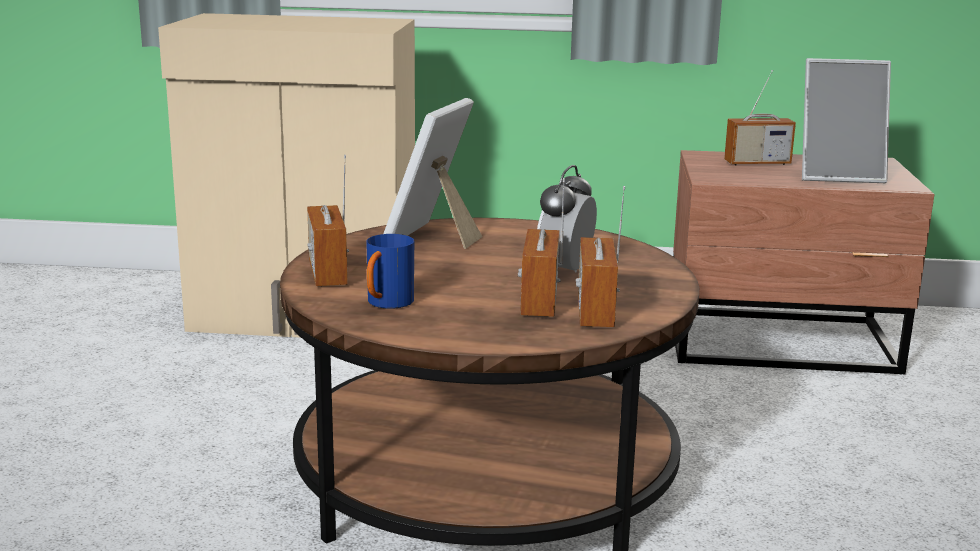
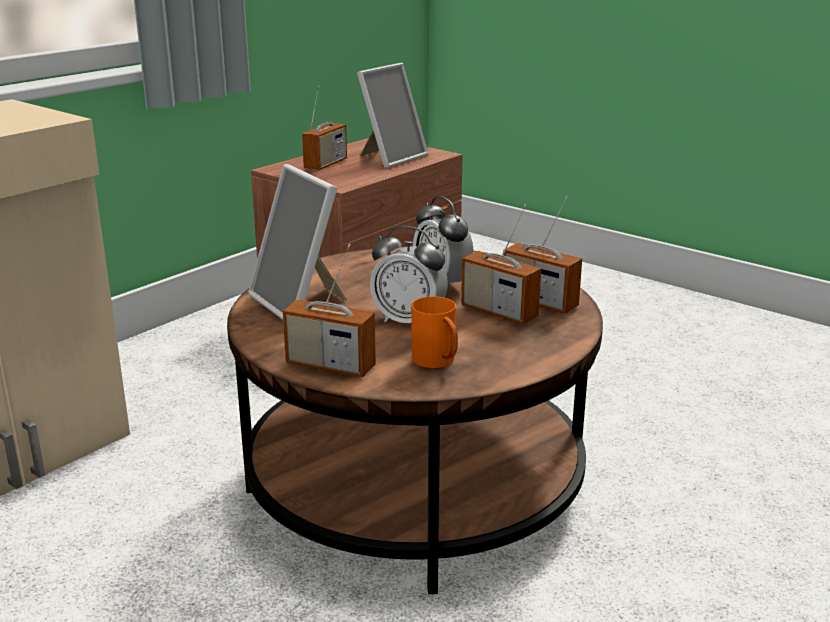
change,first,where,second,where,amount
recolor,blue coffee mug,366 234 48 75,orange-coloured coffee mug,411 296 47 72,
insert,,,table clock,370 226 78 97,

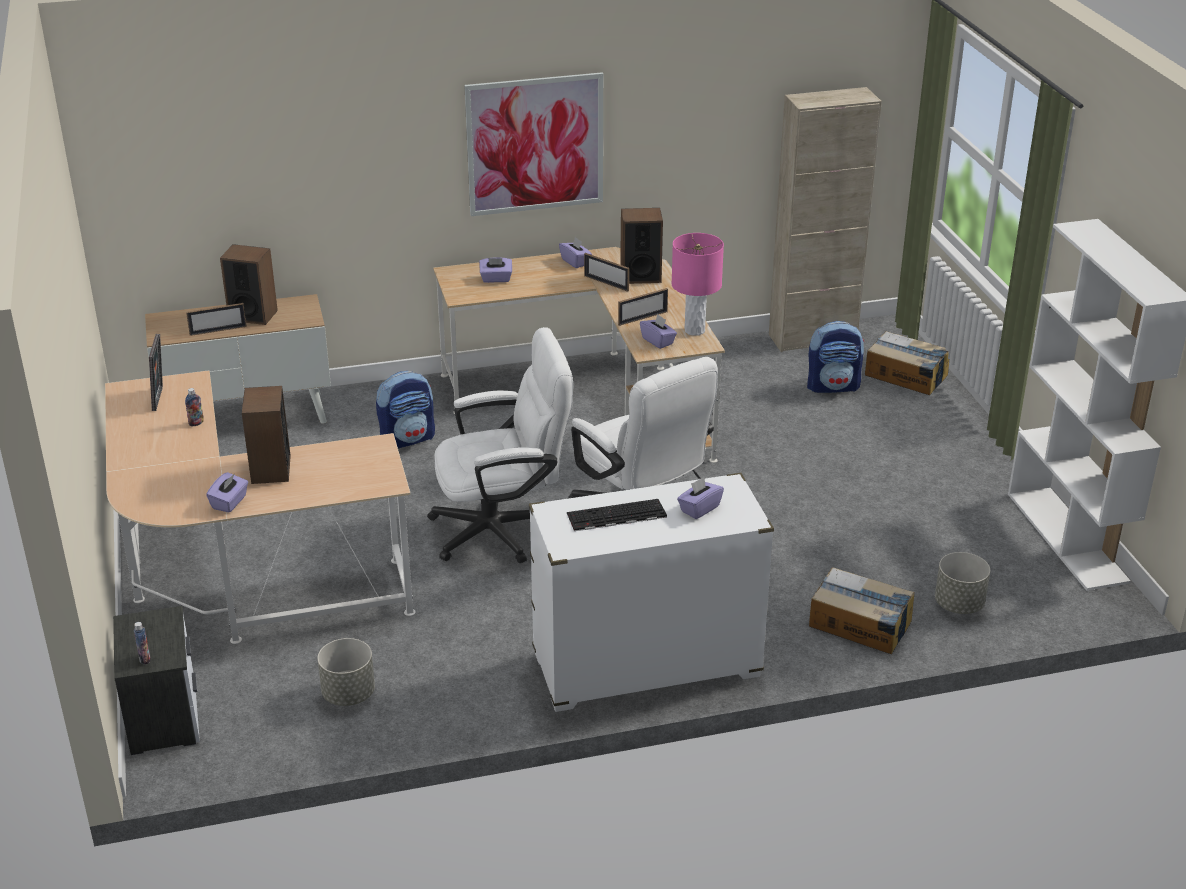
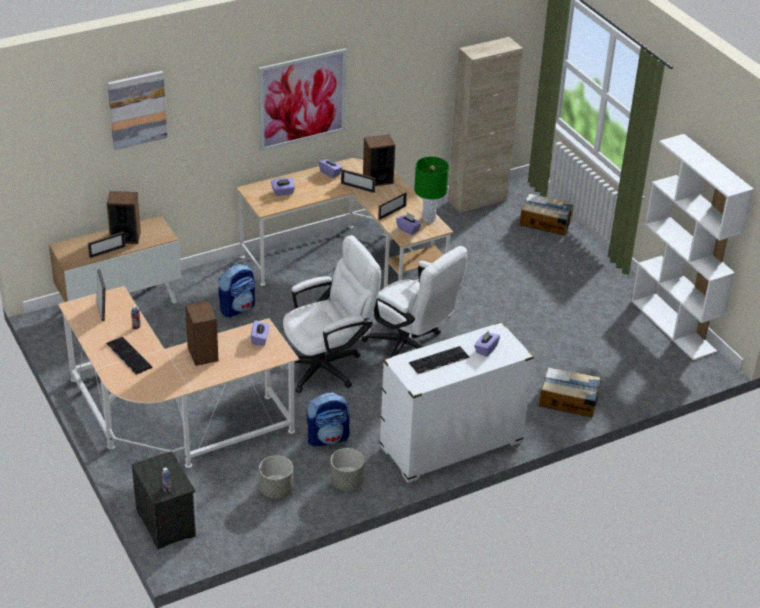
change,first,where,second,where,amount
move,purple box of tissues,206 472 42 41,,251 320 19 25,
recolor,pink-coloured lamp for a table,671 233 53 103,greenish lamp for a table,414 157 35 66,
move,backpack,807 321 57 72,,307 392 43 55,
move,greyish plant pot,935 552 55 62,,330 448 34 43,
insert,,,PC keyboard,107 337 46 38,
insert,,,wall art,108 71 60 79,

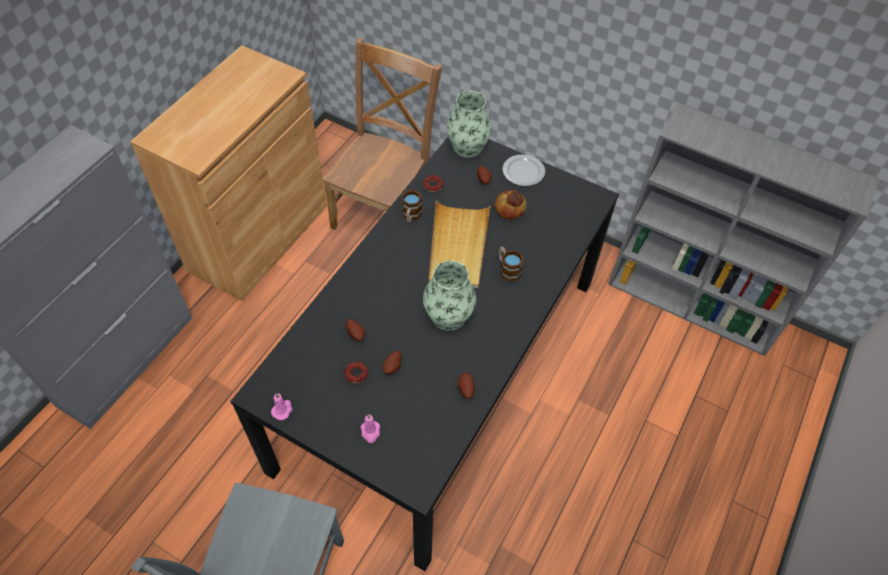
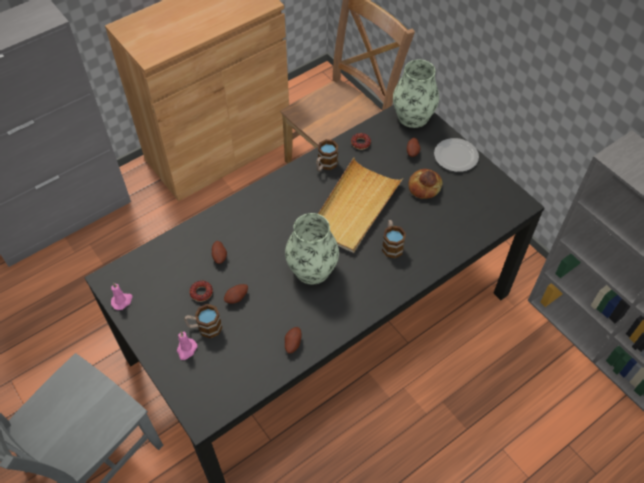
change,first,where,second,where,amount
insert,,,coffee mug,184 304 38 34,

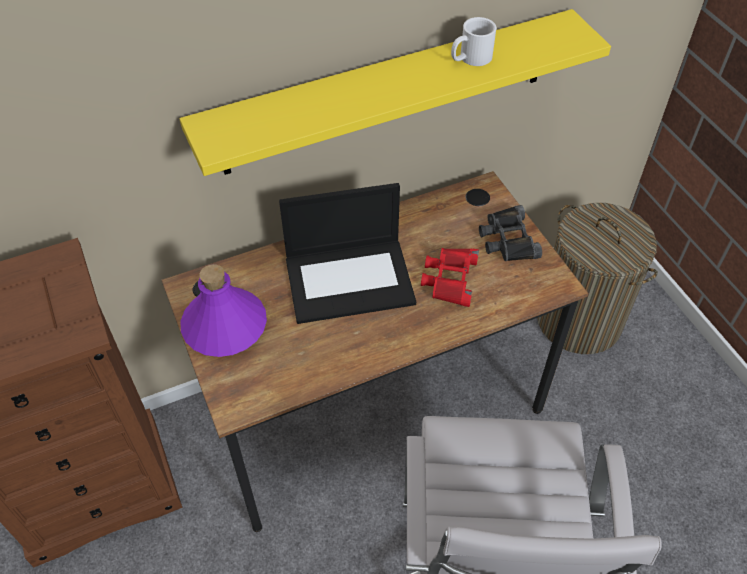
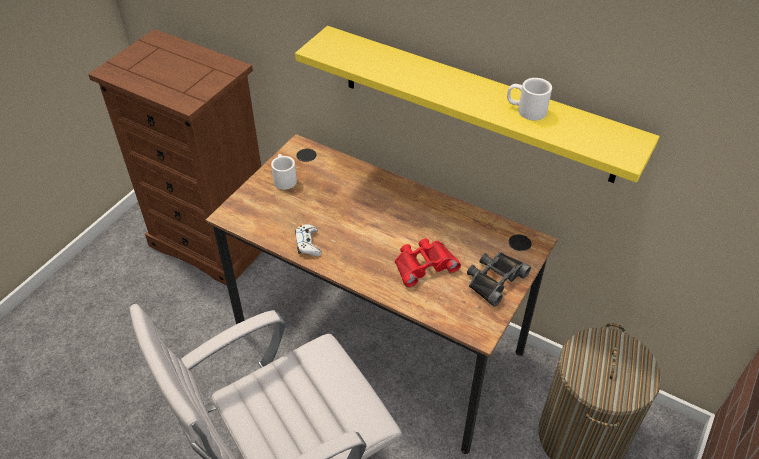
change,first,where,second,where,amount
replace,purple bottle,181 264 86 93,whitish coffee mug,271 154 26 36,
delete,notebook computer,279 183 137 141,,,
insert,,,whitish joypad,295 224 27 32,

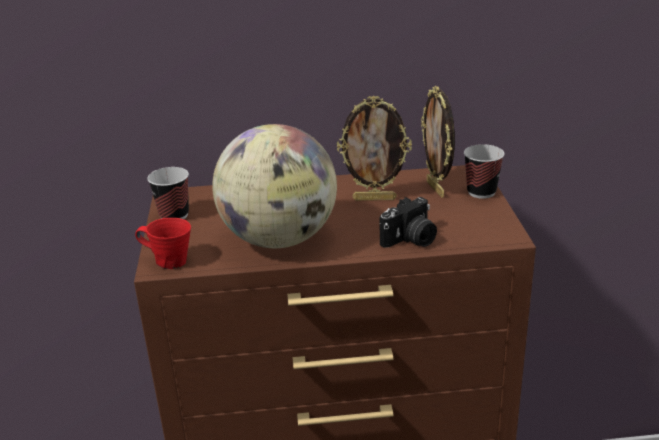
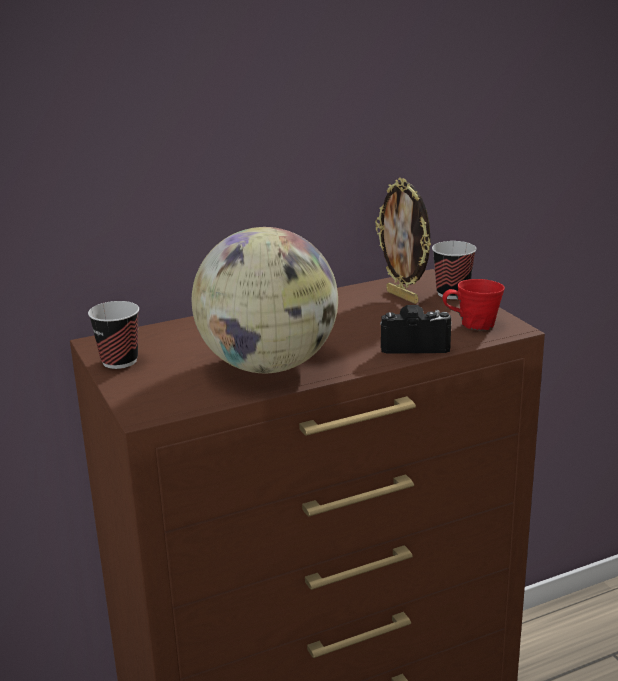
change,first,where,second,where,amount
move,reddish coffee mug,135 218 56 51,,443 279 62 51,
delete,standing frame,337 95 75 106,,,
rotate,still camera,379 197 58 51,,380 305 72 49,120 degrees counterclockwise

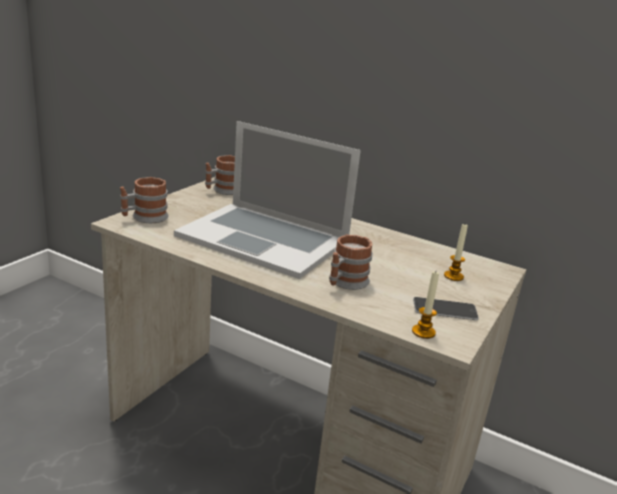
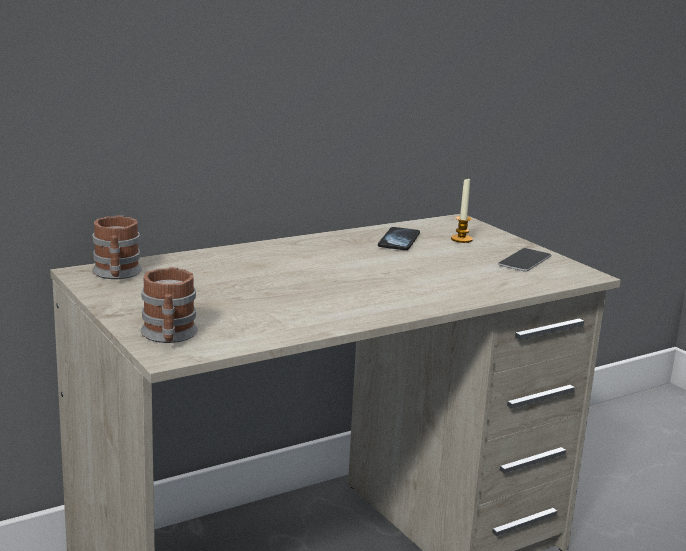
change,first,where,second,where,amount
delete,notebook computer,174 121 187 158,,,
delete,coffee mug,329 234 44 56,,,
delete,wax light,412 272 27 67,,,
insert,,,phone,378 227 42 23,

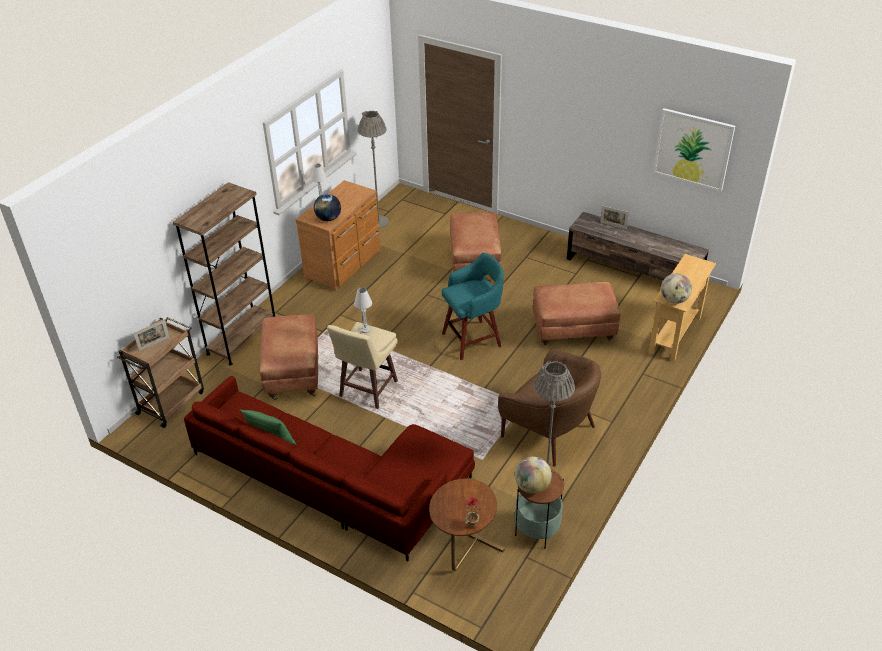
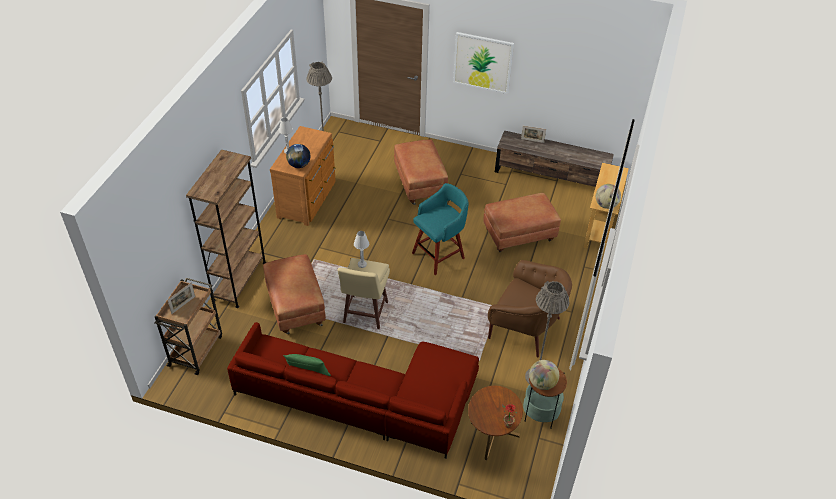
change,first,where,second,where,amount
move,wall art,653 108 82 83,,453 32 61 62,

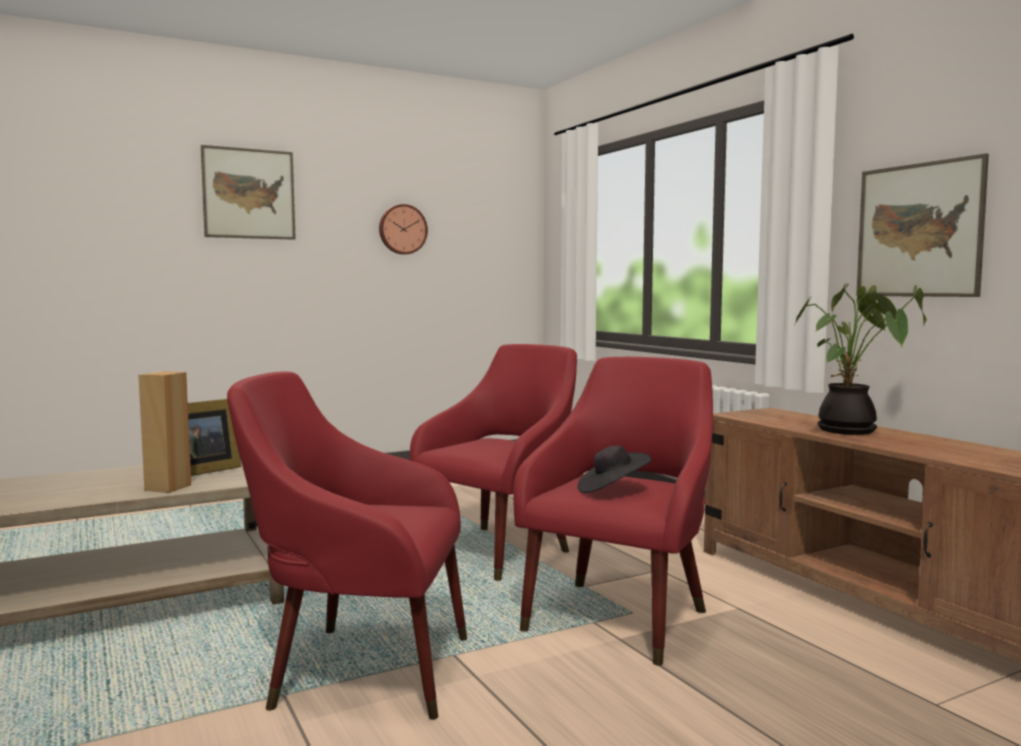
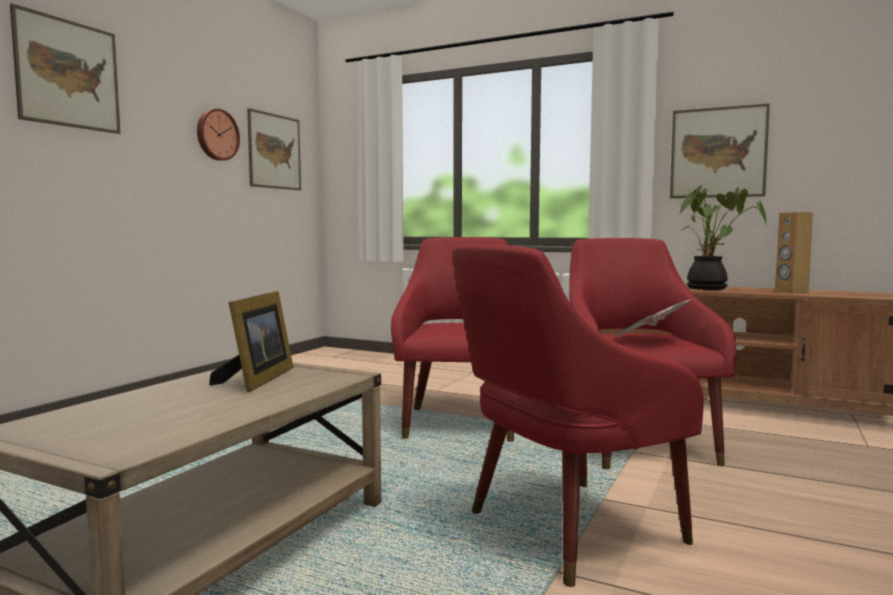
change,first,where,second,where,amount
move,brownish loudspeaker,139 371 52 122,,775 212 38 82,
replace,blackish clothing hat,578 445 74 48,printed paper,614 299 77 37,
insert,,,wall art,247 108 54 82,

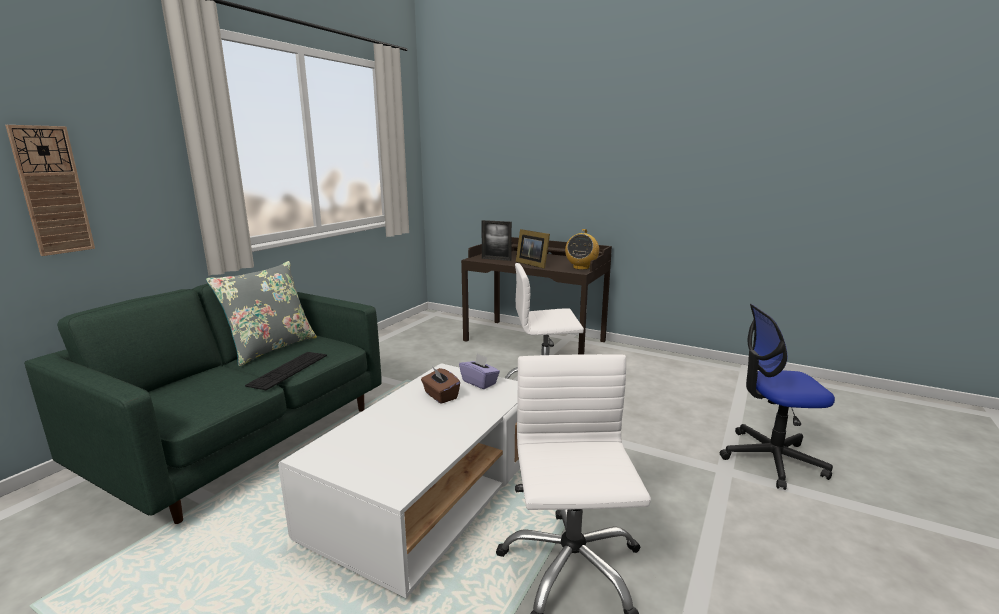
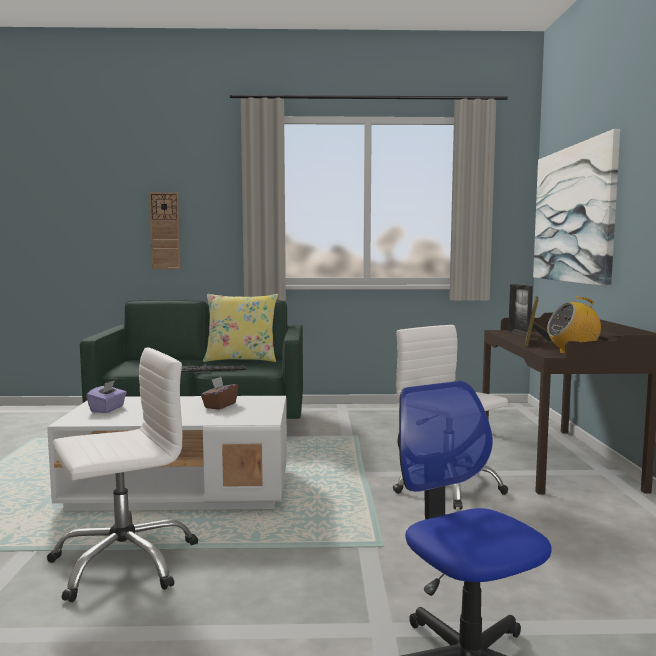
change,first,where,second,where,amount
recolor,greyish cushion,206 261 111 105,yellow cushion,203 294 75 68,
move,purple box of tissues,459 353 41 36,,86 380 41 33,
insert,,,wall art,533 129 87 157,

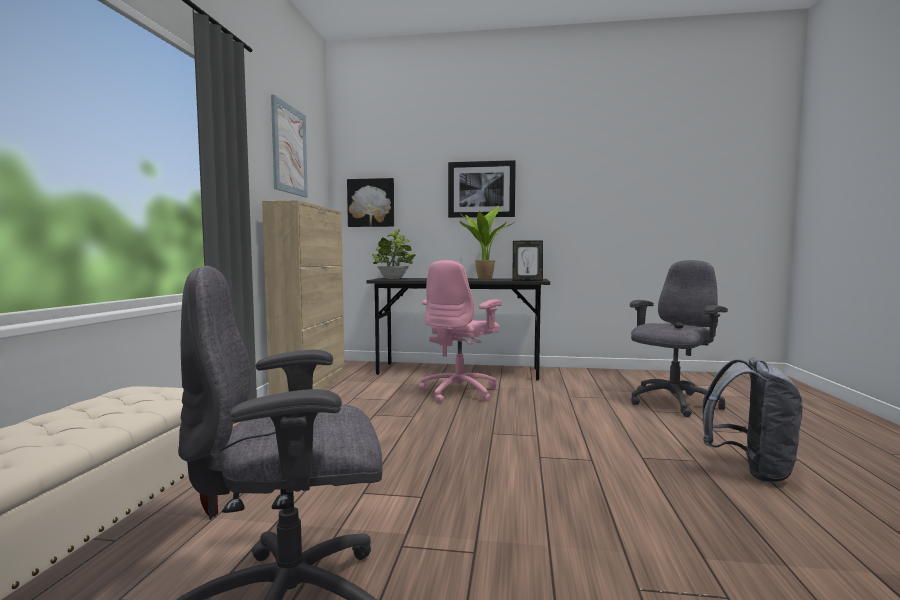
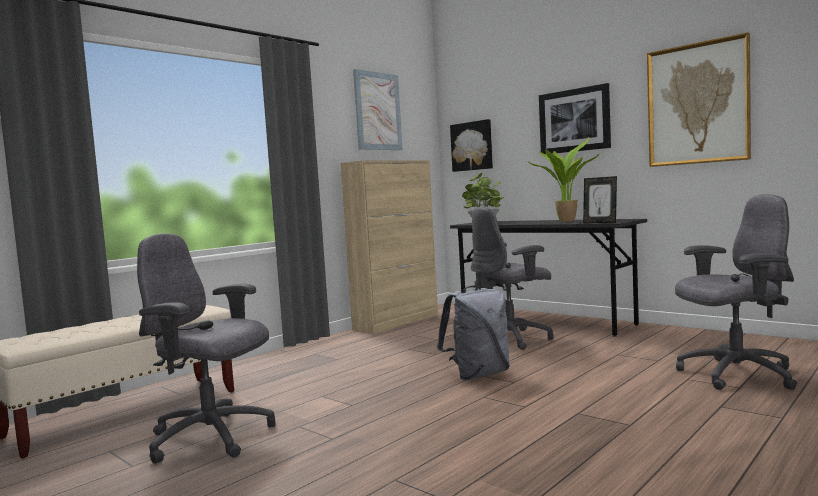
change,first,where,second,where,amount
recolor,pink-coloured desk chair,419 260 83 143,greyish desk chair,471 206 82 144,
move,greyish backpack,702 357 100 125,,437 285 73 95,
insert,,,wall art,647 32 104 135,

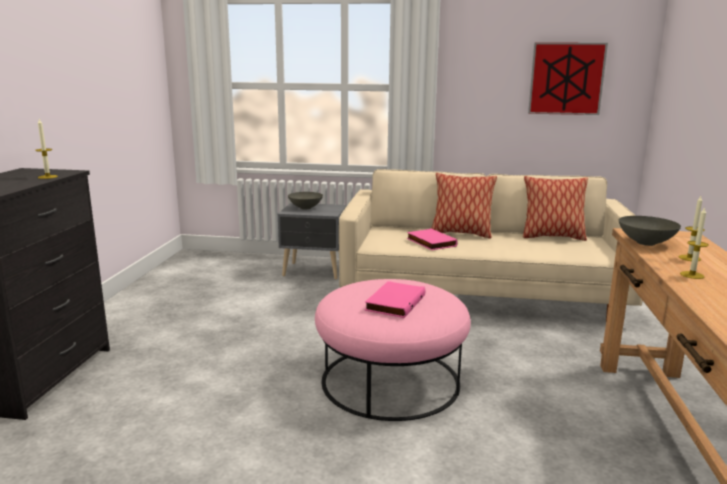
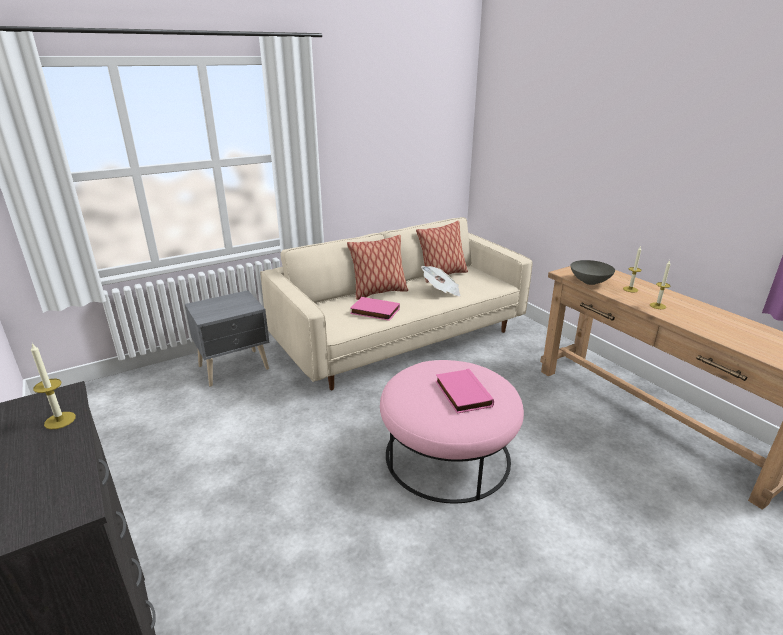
change,first,where,second,where,amount
delete,greyish deep dish,288 192 35 17,,,
delete,wall art,528 42 80 73,,,
insert,,,printed paper,421 266 39 30,

